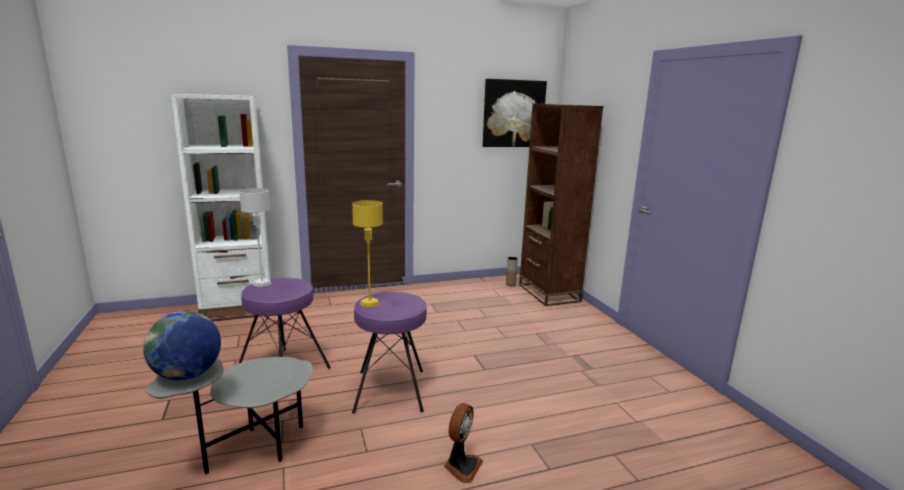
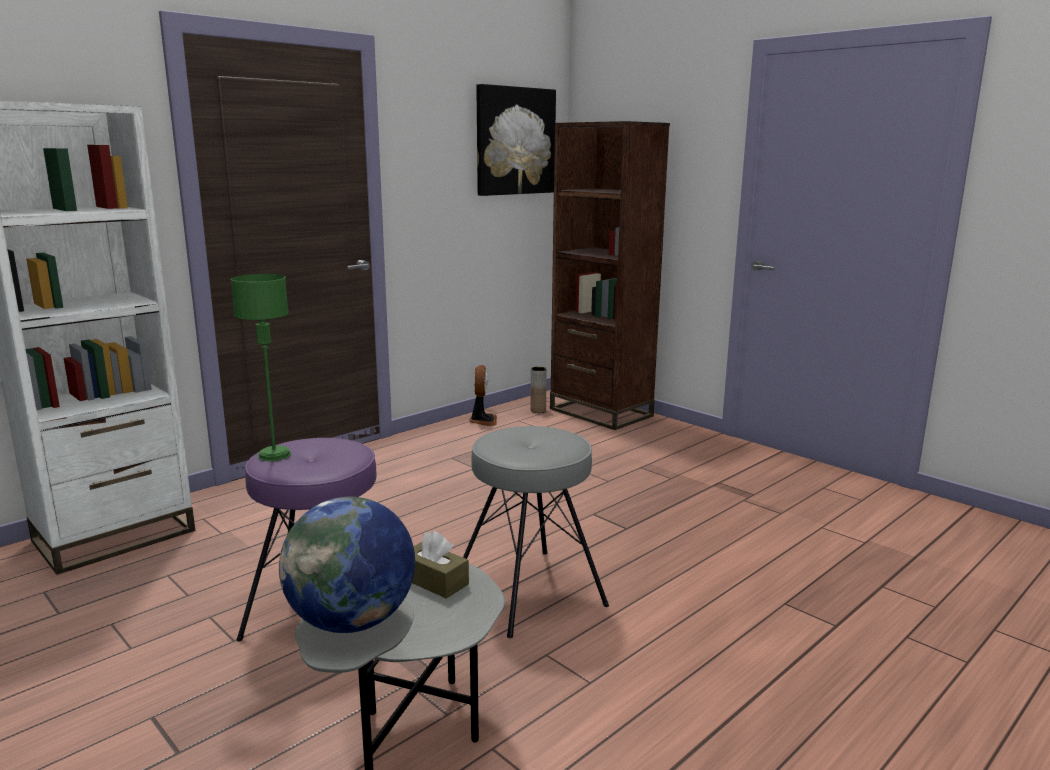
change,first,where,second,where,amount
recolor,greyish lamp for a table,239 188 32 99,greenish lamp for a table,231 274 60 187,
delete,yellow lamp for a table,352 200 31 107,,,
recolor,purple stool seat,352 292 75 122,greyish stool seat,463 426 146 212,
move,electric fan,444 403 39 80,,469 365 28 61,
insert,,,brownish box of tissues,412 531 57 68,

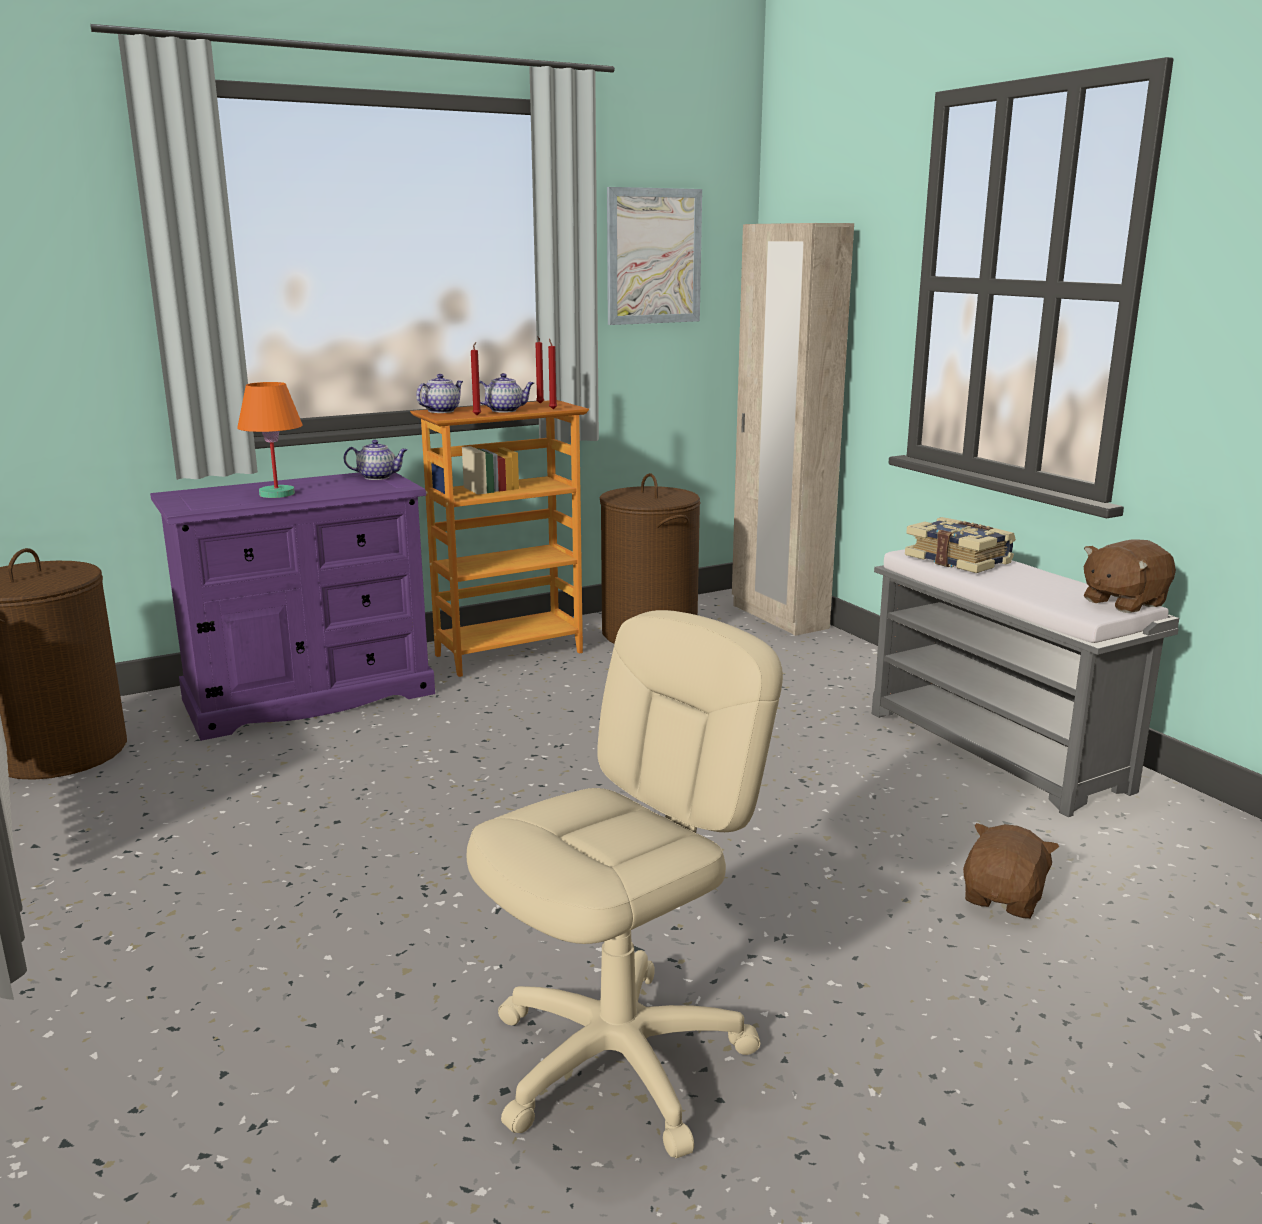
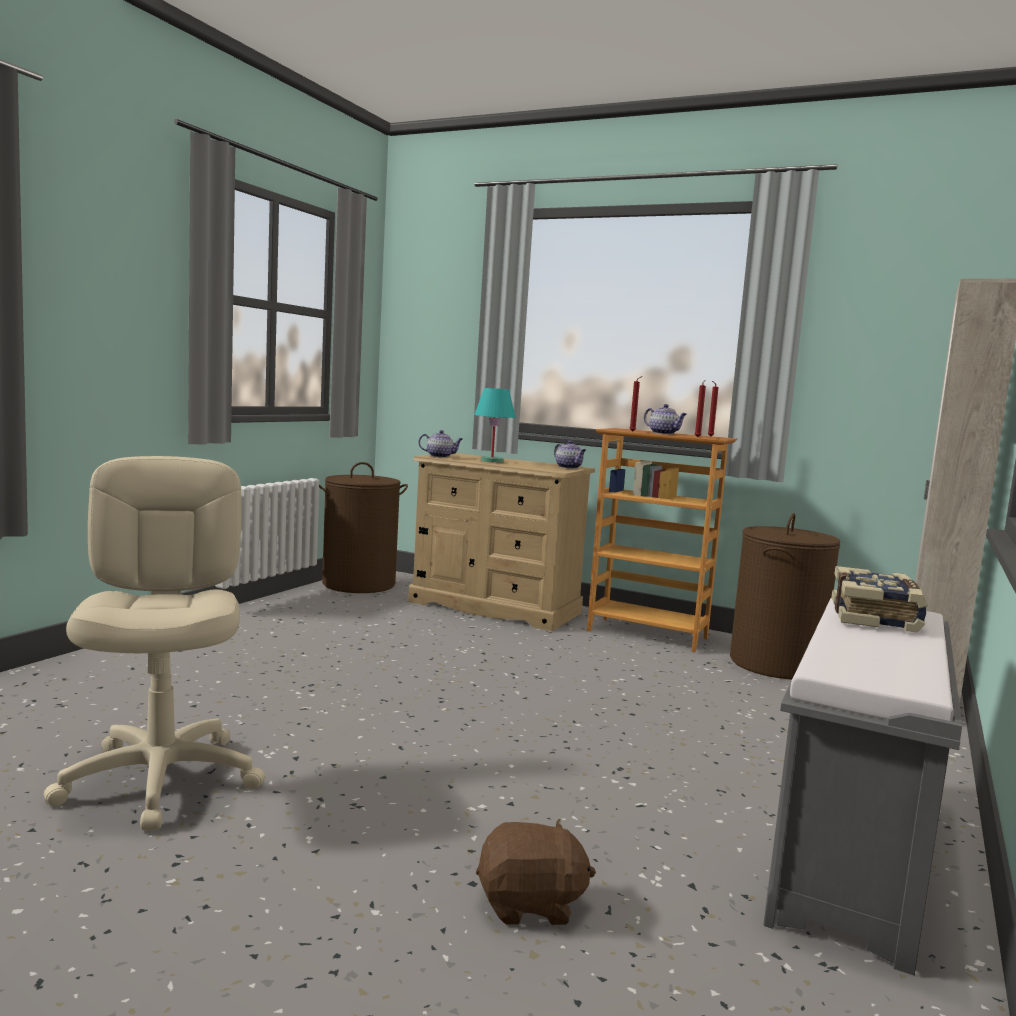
change,first,where,second,where,amount
recolor,purple chest of drawers,150 472 285 269,beige chest of drawers,408 453 187 178,
recolor,orange-coloured lamp for a table,237 382 66 116,turquoise-coloured lamp for a table,474 388 42 75,
move,teapot,416 374 47 39,,418 430 45 28,
rotate,beige desk chair,467 610 316 549,,43 456 222 375,120 degrees counterclockwise
delete,wall art,607 187 95 138,,,
delete,brownish plush toy,1084 539 92 74,,,

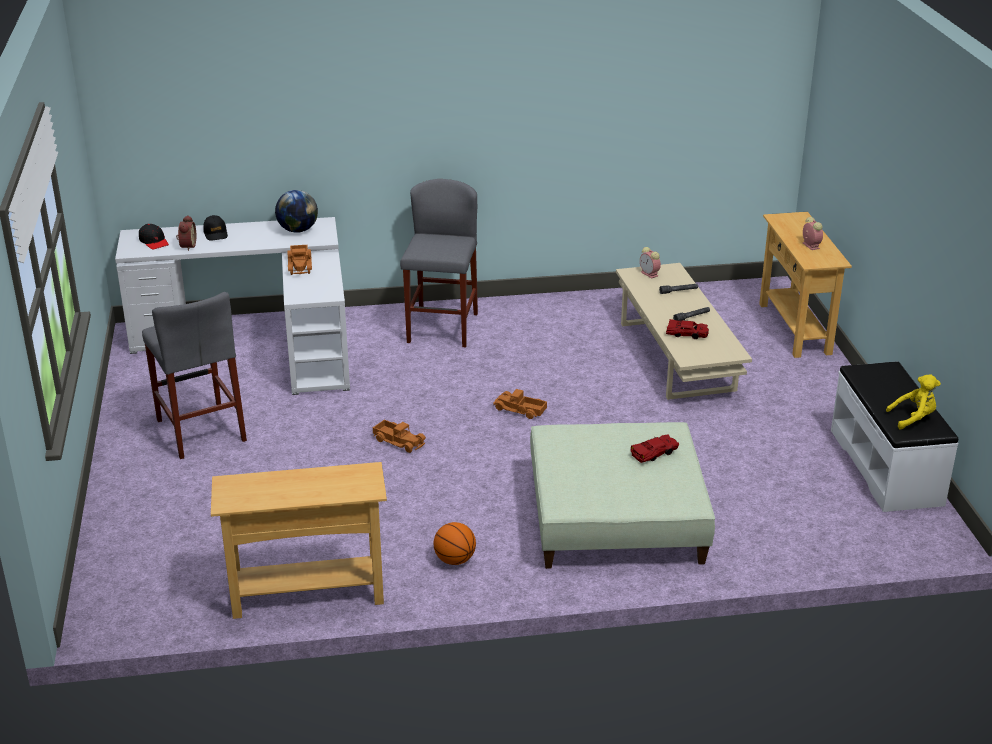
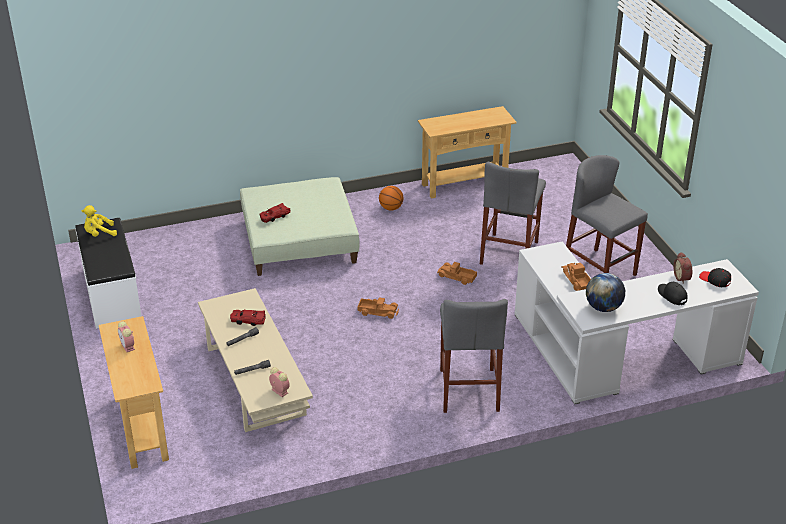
change,first,where,second,where,amount
insert,,,greyish stool seat,480 162 66 103,

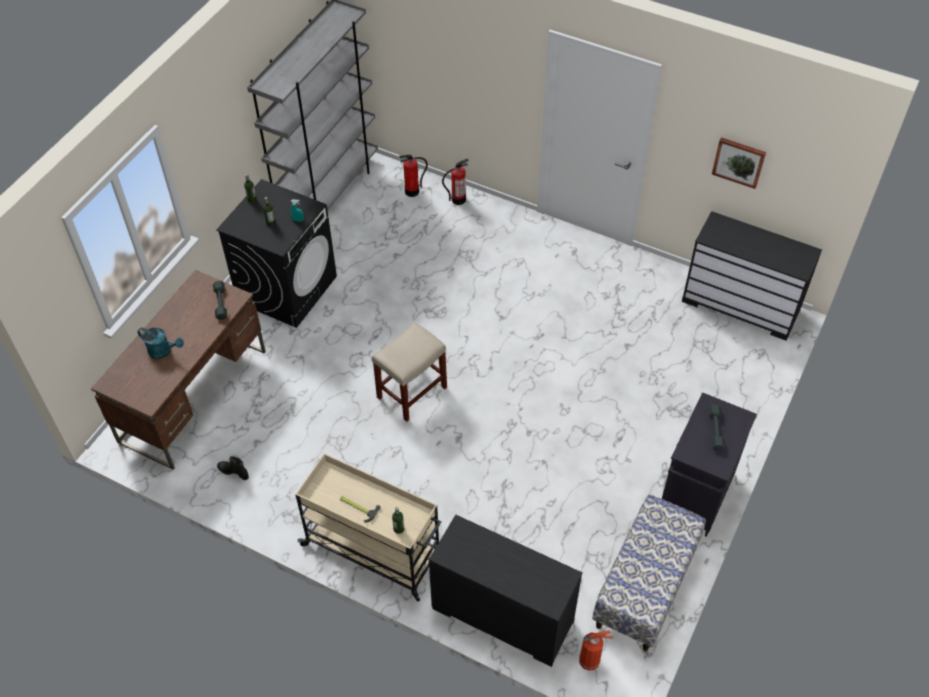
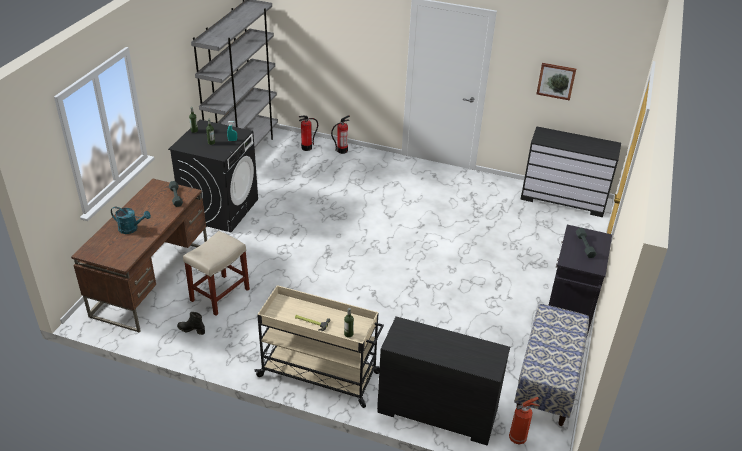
change,first,where,second,where,amount
move,beige stool seat,372 322 75 100,,183 231 67 85,

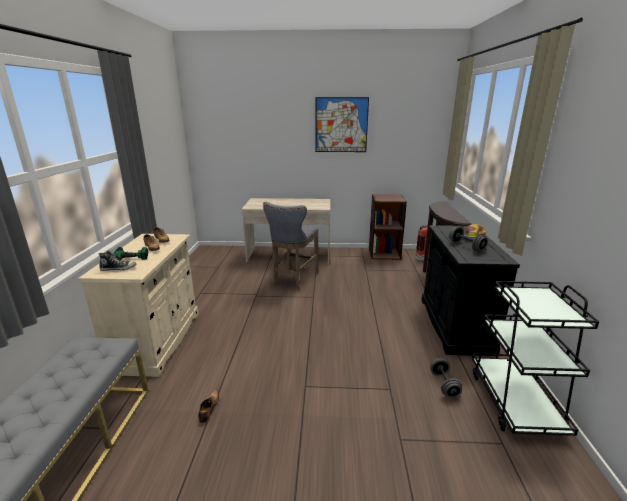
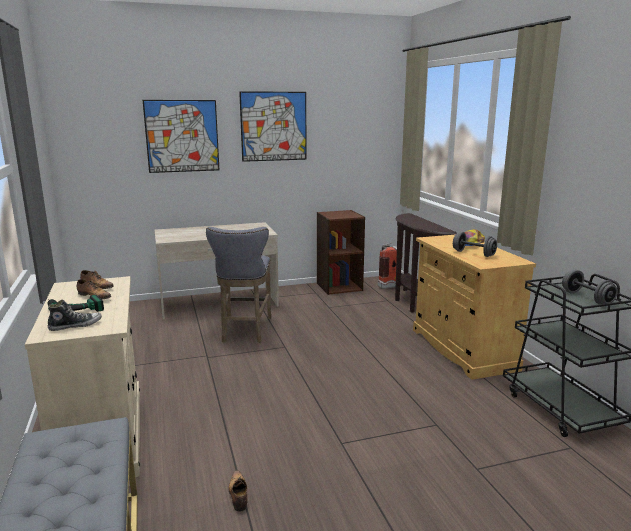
change,first,where,second,where,amount
recolor,blackish cabinet,421 225 99 131,beige cabinet,413 234 123 146,
move,greyish free weight,430 358 32 40,,562 270 56 34,
insert,,,wall art,143 100 76 73,

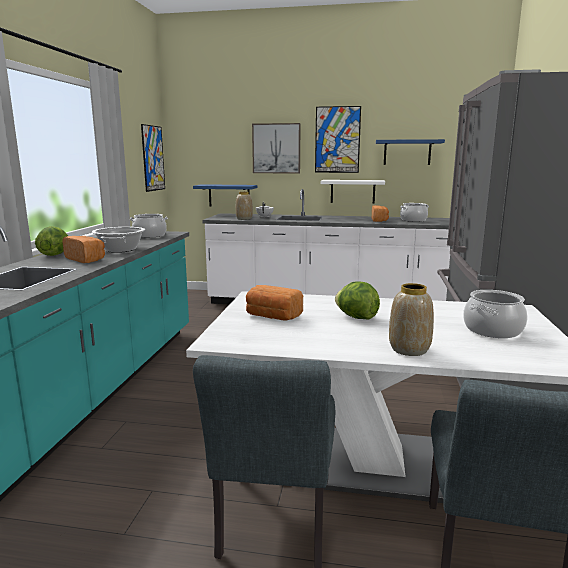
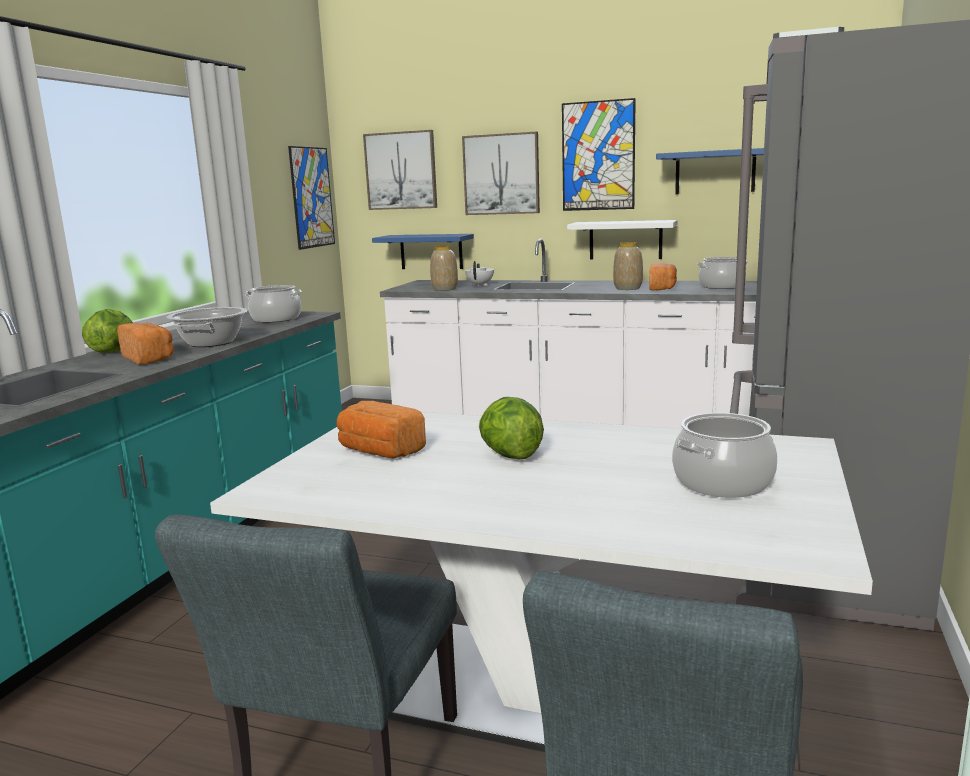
change,first,where,second,where,amount
move,vase,389 283 45 73,,613 242 30 48,
insert,,,wall art,363 130 74 80,

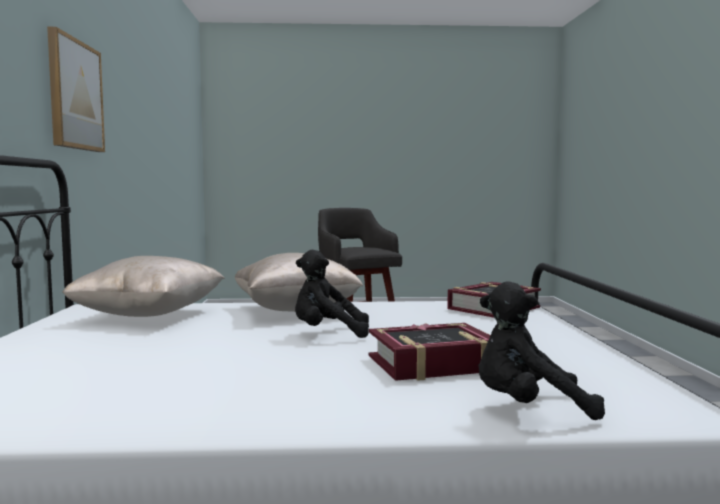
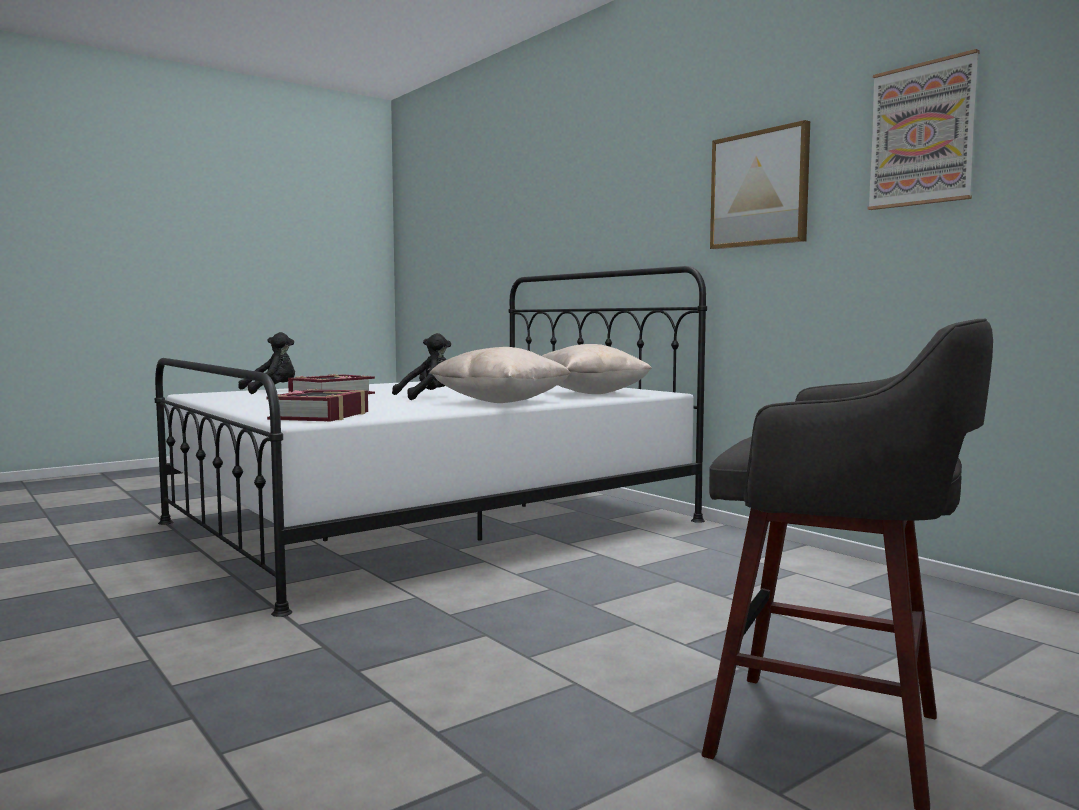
change,first,where,second,where,amount
insert,,,wall art,867 49 113 161,

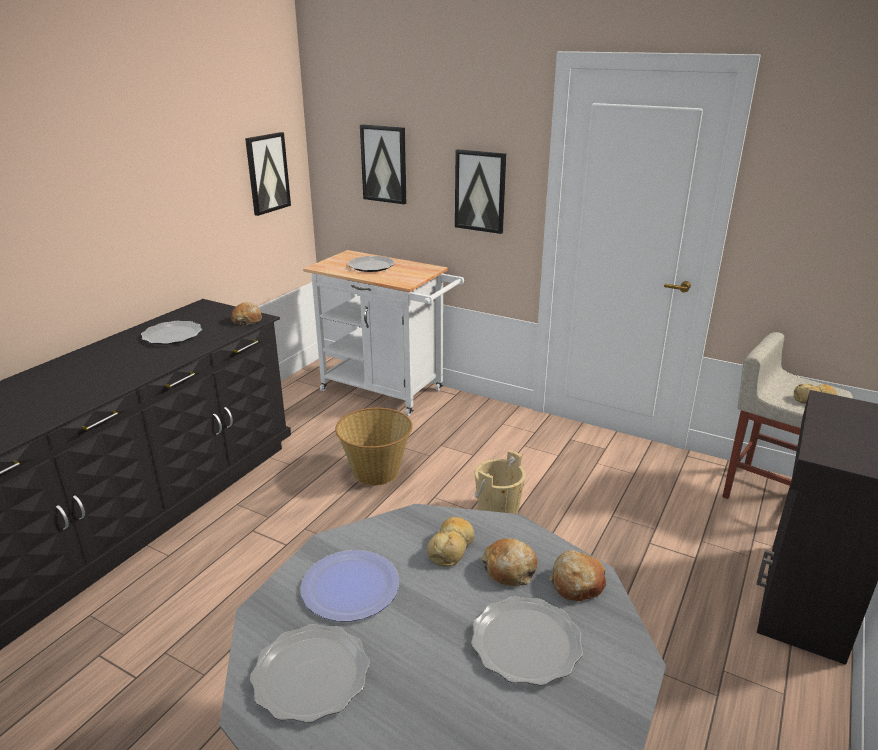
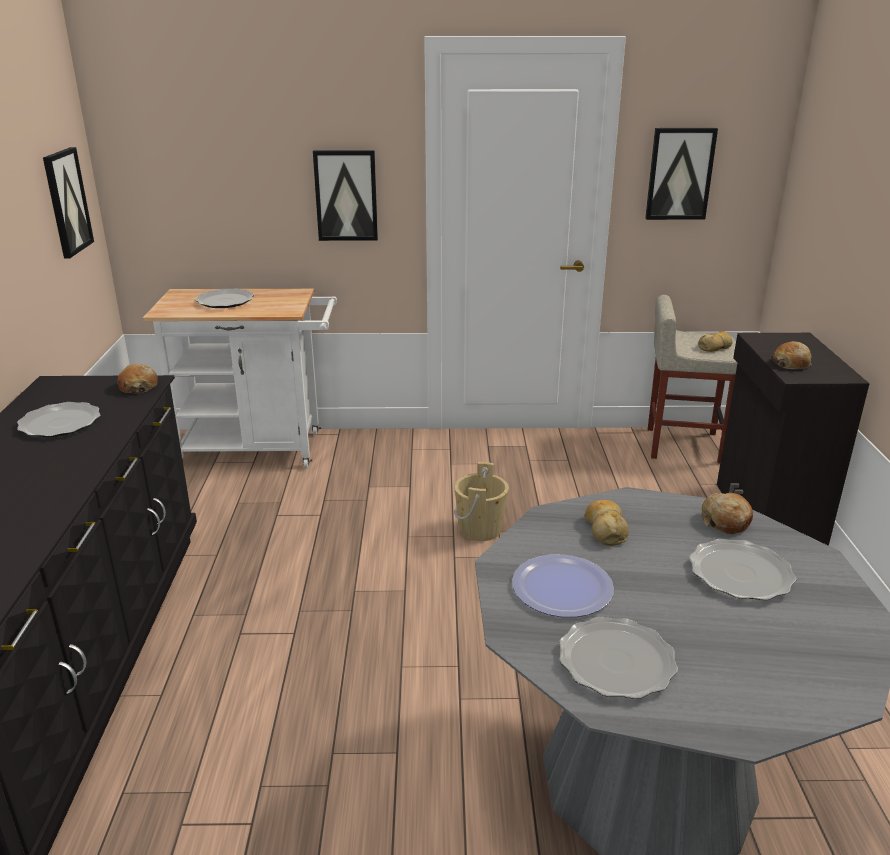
change,first,where,second,where,amount
delete,basket,335 408 78 78,,,
move,wall art,360 124 46 80,,645 128 73 92,
move,bakery bread,482 538 56 48,,773 341 39 28,

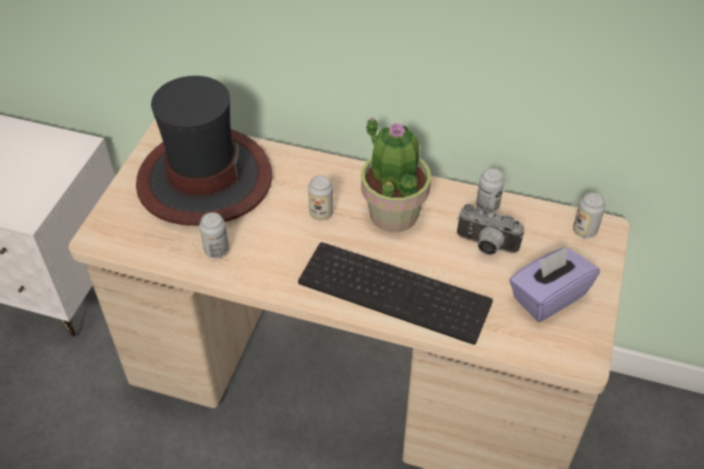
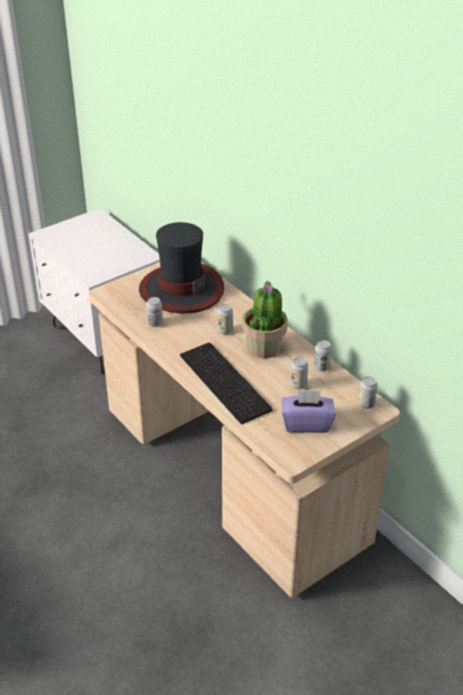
change,first,where,second,where,amount
replace,still camera,457 204 67 51,can,290 357 18 32,

